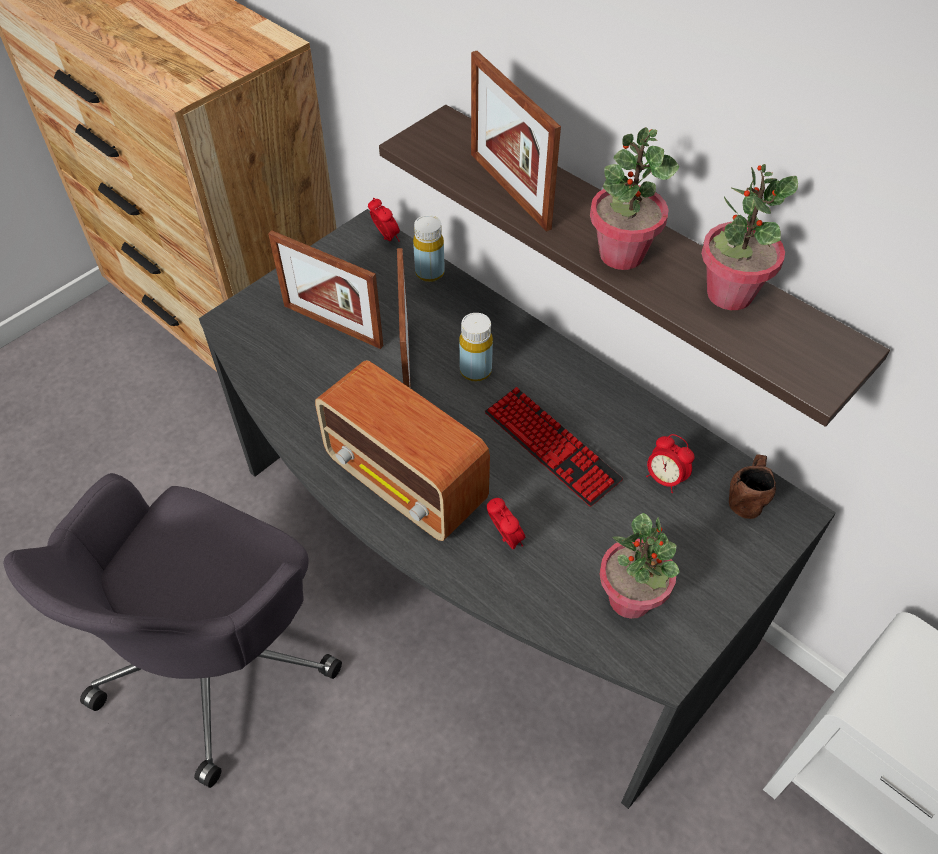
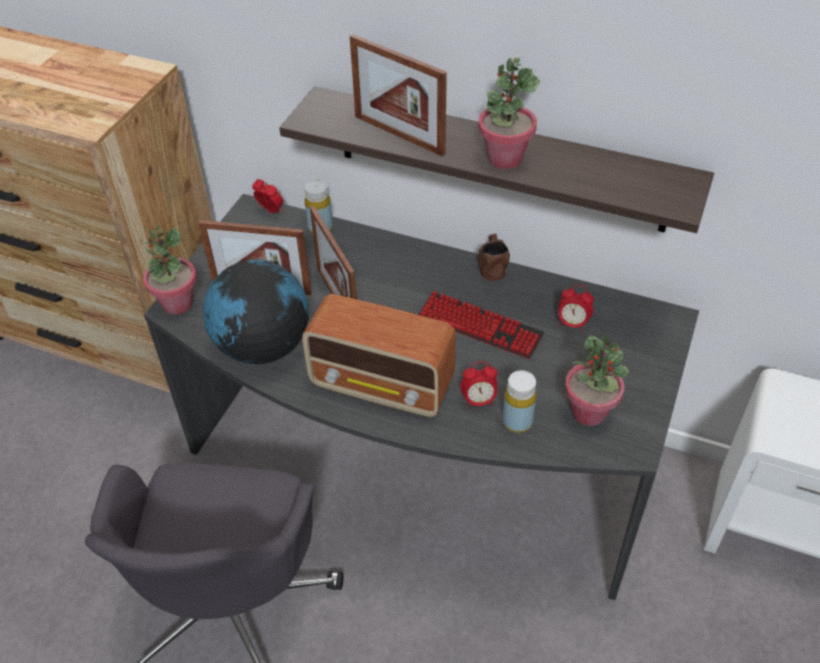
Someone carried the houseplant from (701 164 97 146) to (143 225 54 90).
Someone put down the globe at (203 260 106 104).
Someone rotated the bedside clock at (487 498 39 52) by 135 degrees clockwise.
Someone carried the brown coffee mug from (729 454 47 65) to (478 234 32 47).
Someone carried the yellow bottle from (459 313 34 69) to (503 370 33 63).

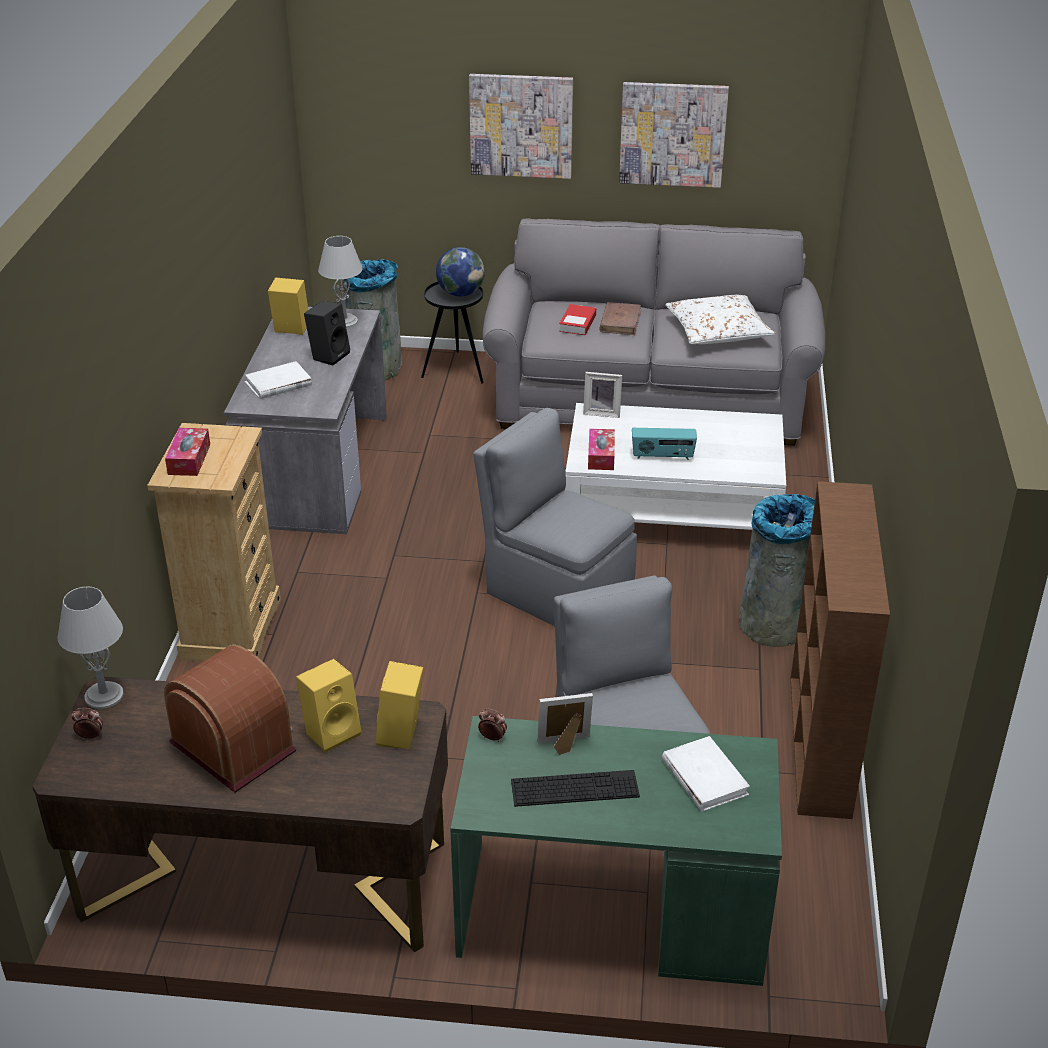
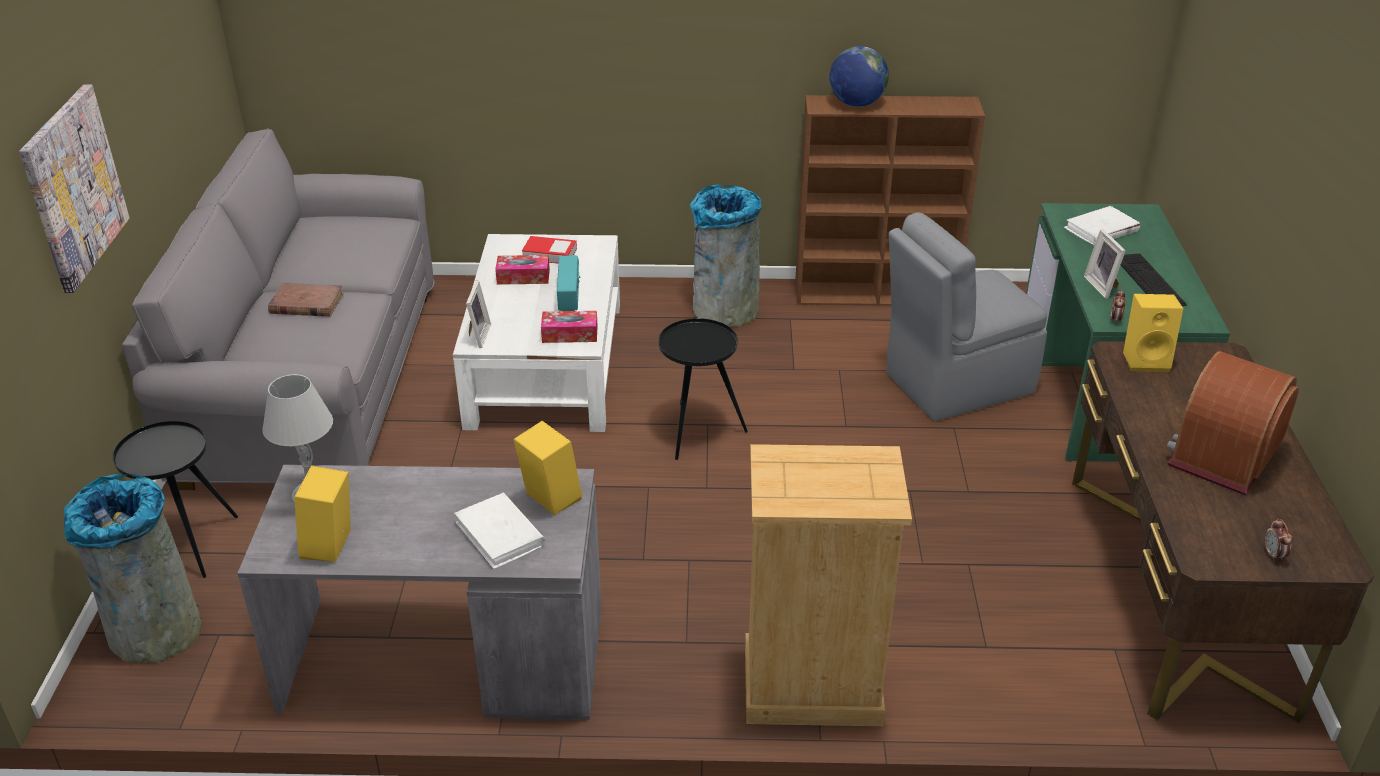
Someone carried the tissue box from (165 428 45 48) to (495 255 55 30).
Someone carried the yellow speaker from (296 659 66 94) to (514 421 68 94).
Someone carried the volume from (559 304 37 31) to (522 236 55 28).
Someone swapped the greyish chair at (473 408 164 218) for the black-coloured accent table at (658 318 90 142).
Someone carried the globe from (436 247 49 50) to (829 46 60 61).
Someone took away the greyish lamp for a table at (57 587 66 122).
Someone took away the black-coloured speaker at (304 301 46 65).
Someone took away the wall art at (619 82 110 106).
Someone took away the whitish throw pillow at (665 295 111 49).

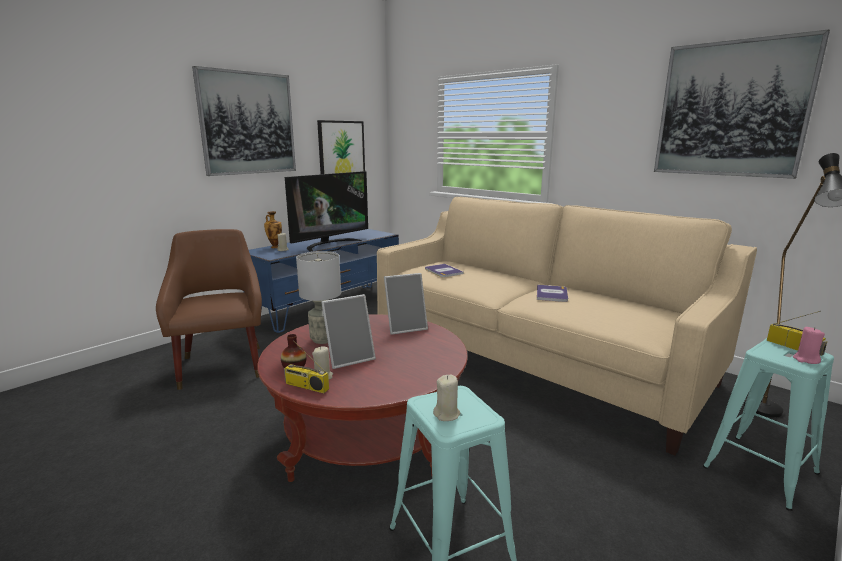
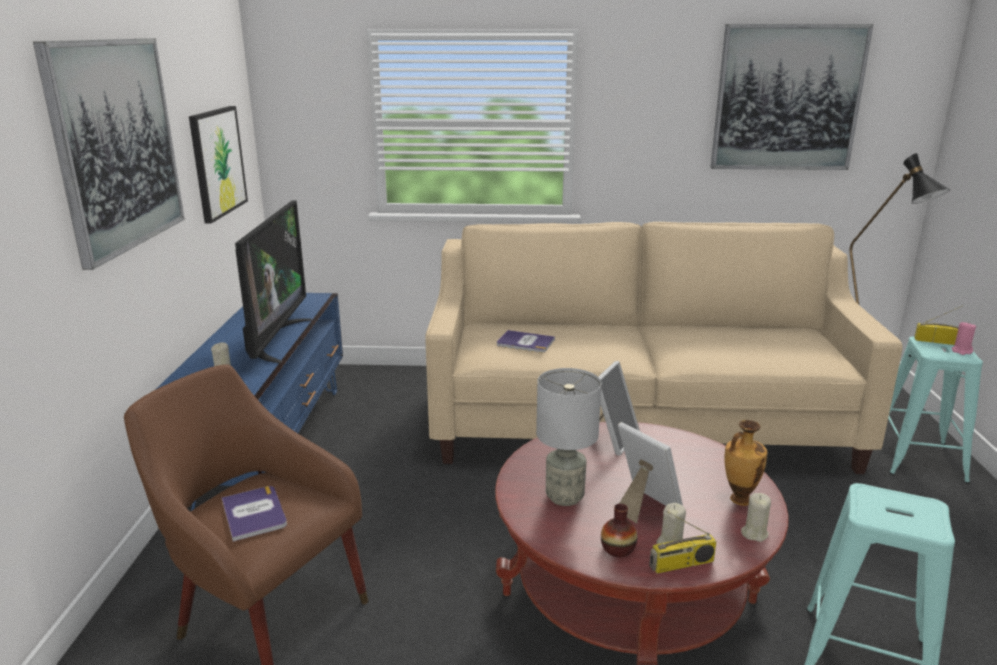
Someone carried the volume from (537 285 31 17) to (222 486 65 56).
Someone rotated the picture frame at (321 294 55 75) by 60 degrees counterclockwise.
Someone carried the flower vase from (264 211 18 37) to (724 420 43 86).
Someone carried the beige-coloured wax candle from (433 375 27 46) to (741 493 30 49).

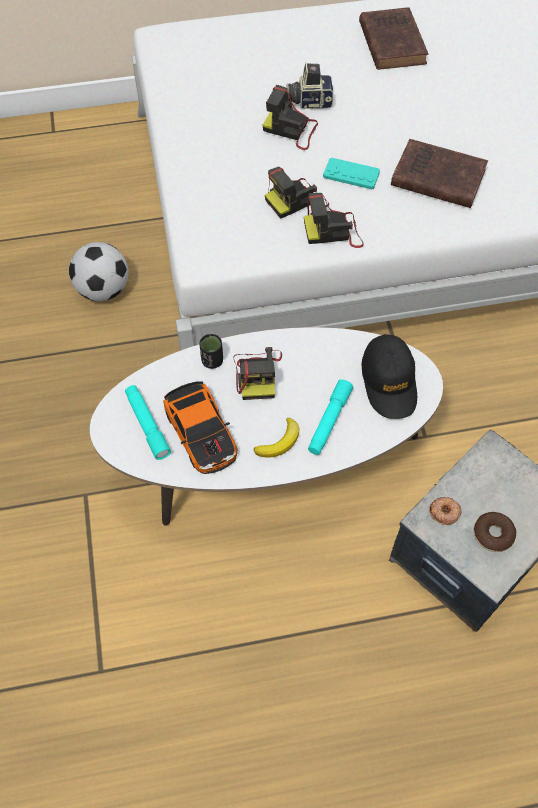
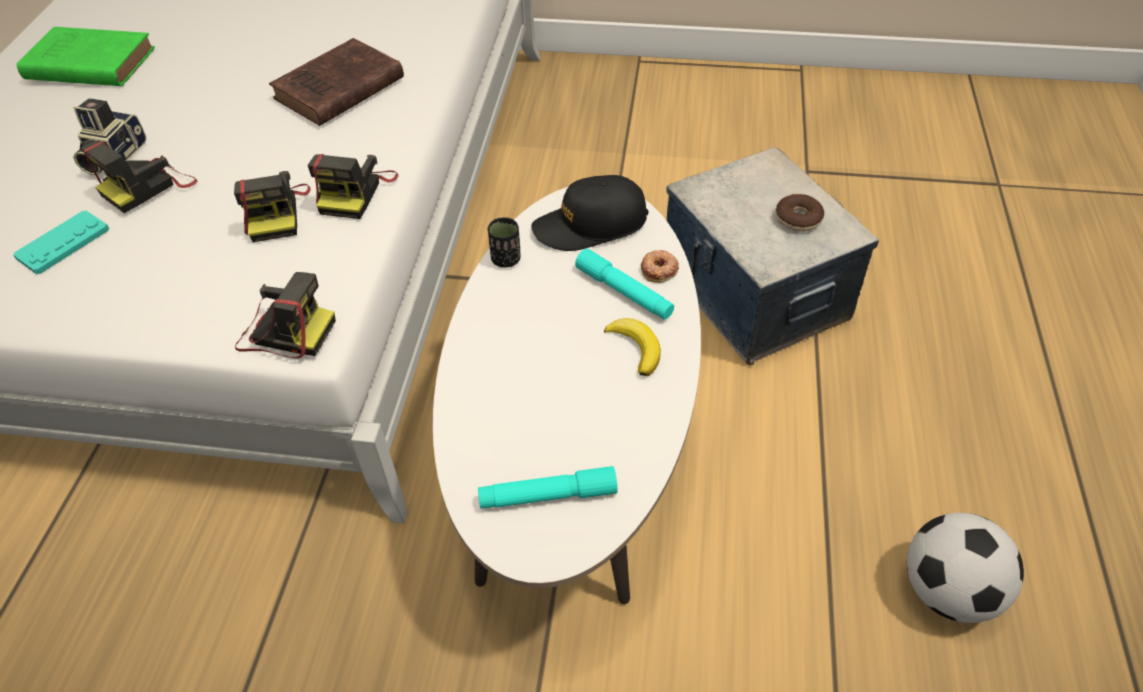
Someone carried the turquoise-coloured gamepad from (323 157 57 32) to (13 211 96 63).
Someone repainted the brown volume at (359 7 69 63), which became the green-coloured volume at (17 27 138 59).
Someone carried the photo camera from (233 347 49 53) to (235 272 101 86).
Someone carried the black-coloured small cup from (199 334 24 35) to (488 217 32 51).
Someone rotated the black-coloured baseball cap at (362 334 55 85) by 150 degrees clockwise.
Someone carried the ring doughnut from (429 497 33 28) to (641 250 38 33).
Someone carried the football ball from (69 242 60 59) to (907 513 117 110).
Someone took away the miniature car at (163 381 74 93).

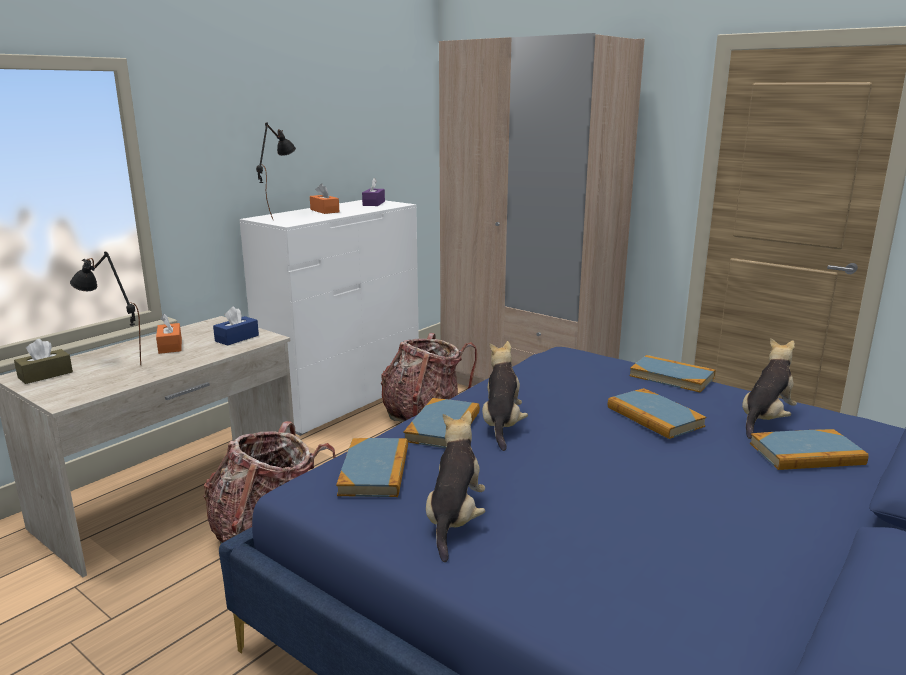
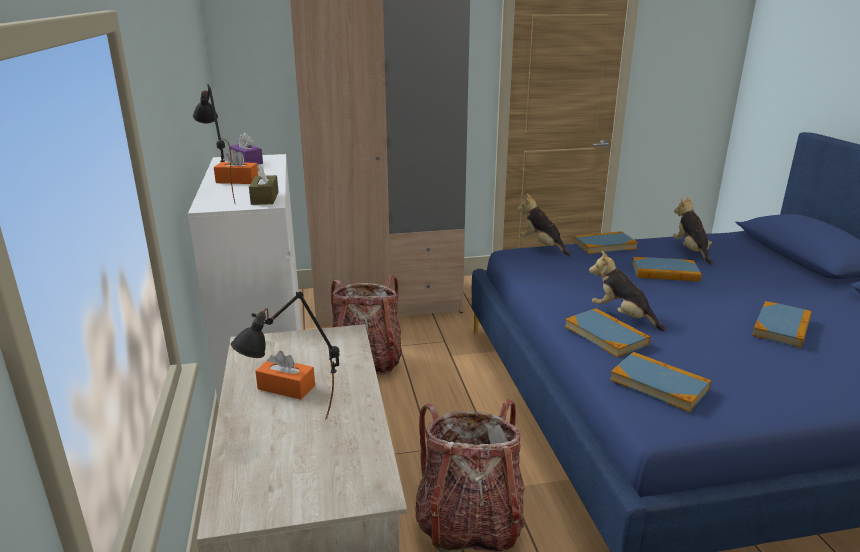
Someone carried the brown tissue box from (14 339 59 45) to (249 164 30 41).
Someone carried the cuddly toy from (426 411 59 151) to (517 194 55 63).
Someone carried the volume from (750 429 119 41) to (752 301 59 47).
Someone took away the blue tissue box at (213 306 46 40).

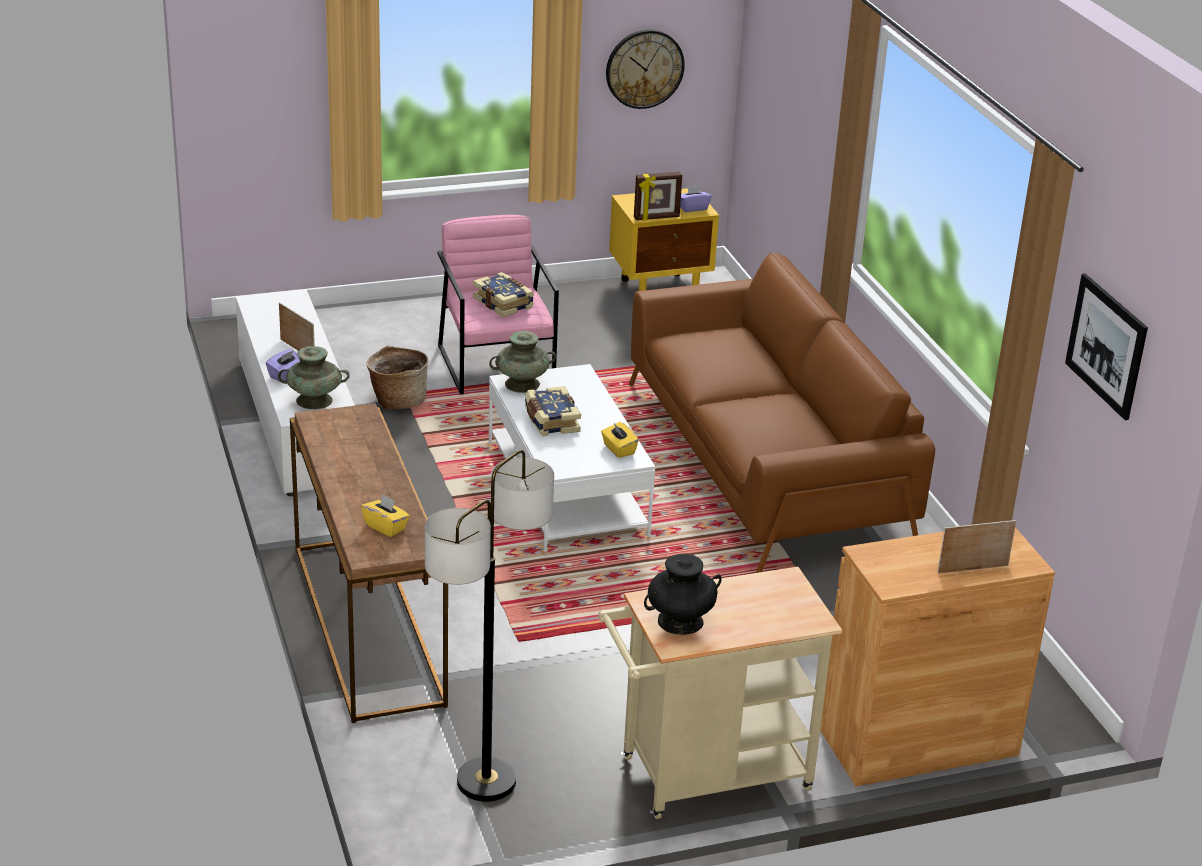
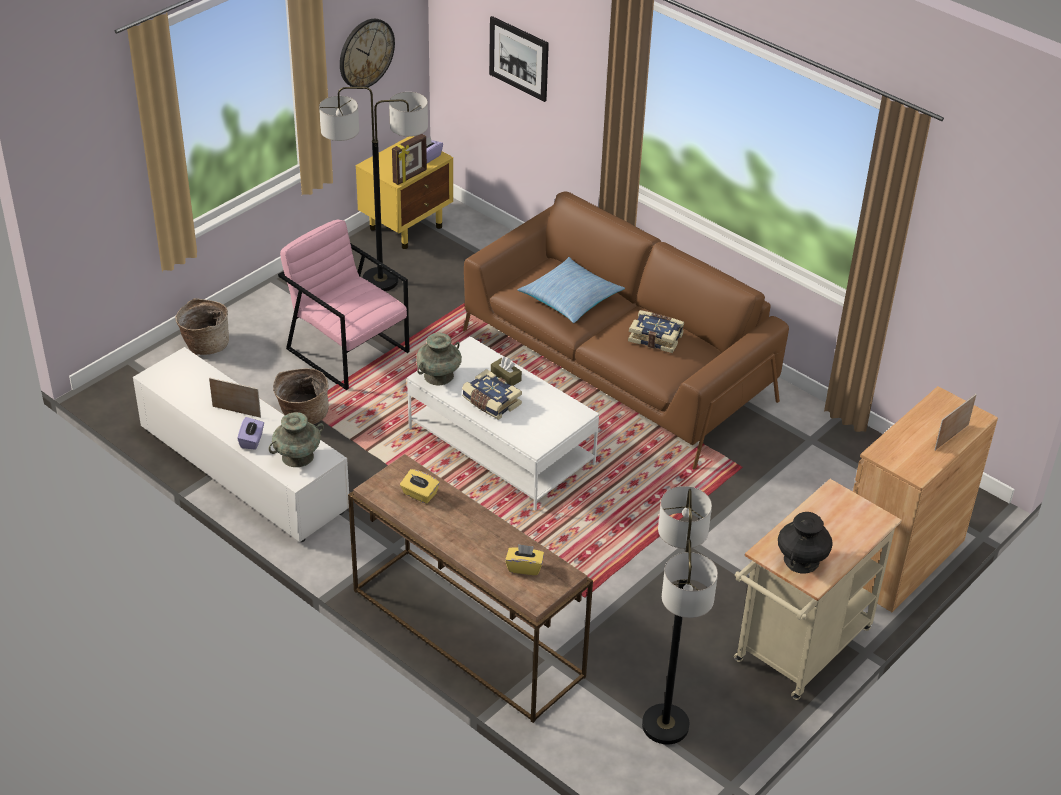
Someone put down the household basket at (176 298 53 57).
Someone put down the standing lamp at (319 87 109 204).
Someone carried the yellow tissue box from (601 422 38 36) to (400 469 40 35).
Someone carried the wall art from (1065 273 83 147) to (489 16 60 86).
Someone put down the brown tissue box at (491 357 31 29).
Someone put down the throw pillow at (518 257 107 66).
Someone carried the volume from (473 272 61 45) to (628 310 56 43).

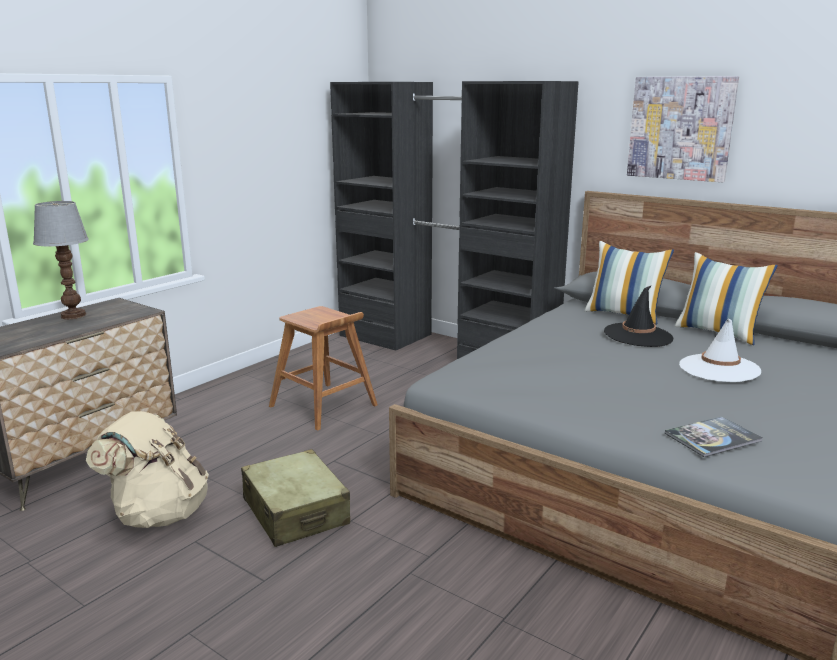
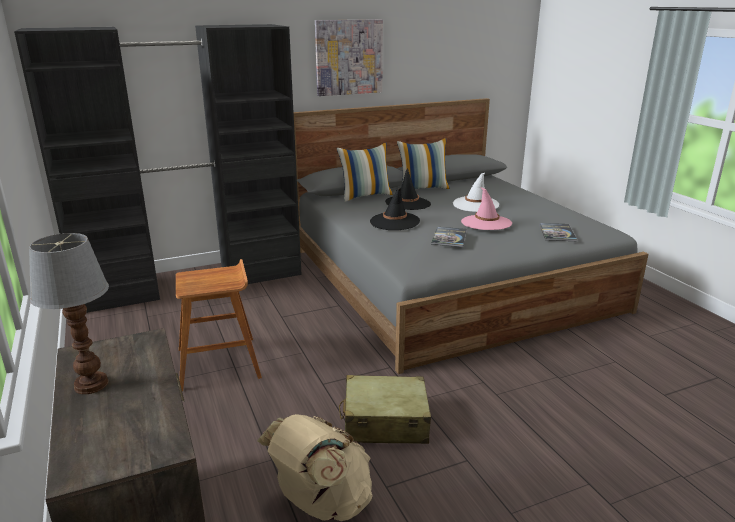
Someone put down the black-coloured hat at (370 188 50 42).
Someone put down the volume at (431 227 36 20).
Someone put down the pink hat at (461 187 51 43).

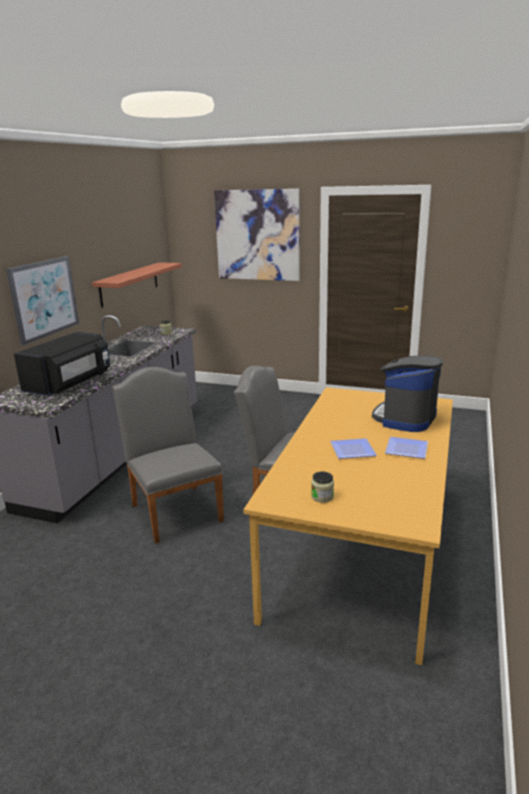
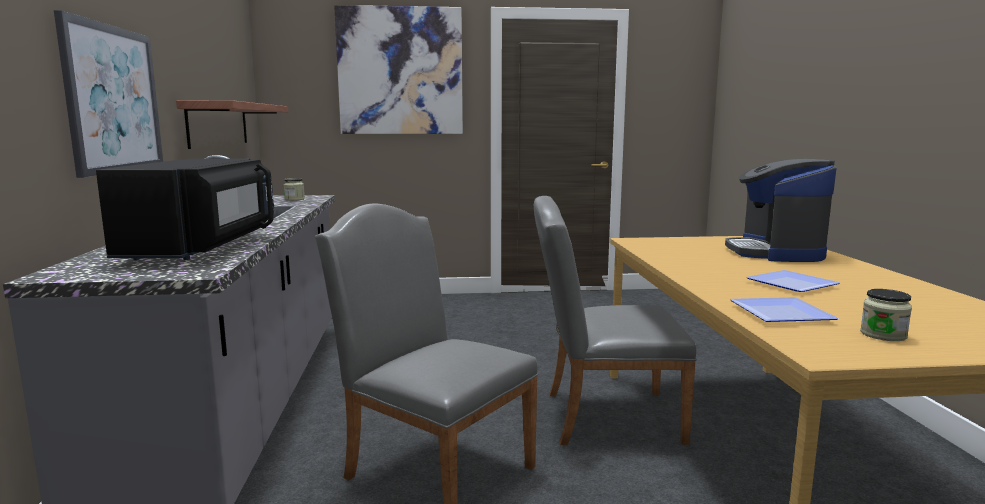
Someone carried the dinner plate from (385 437 43 22) to (730 297 109 25).

